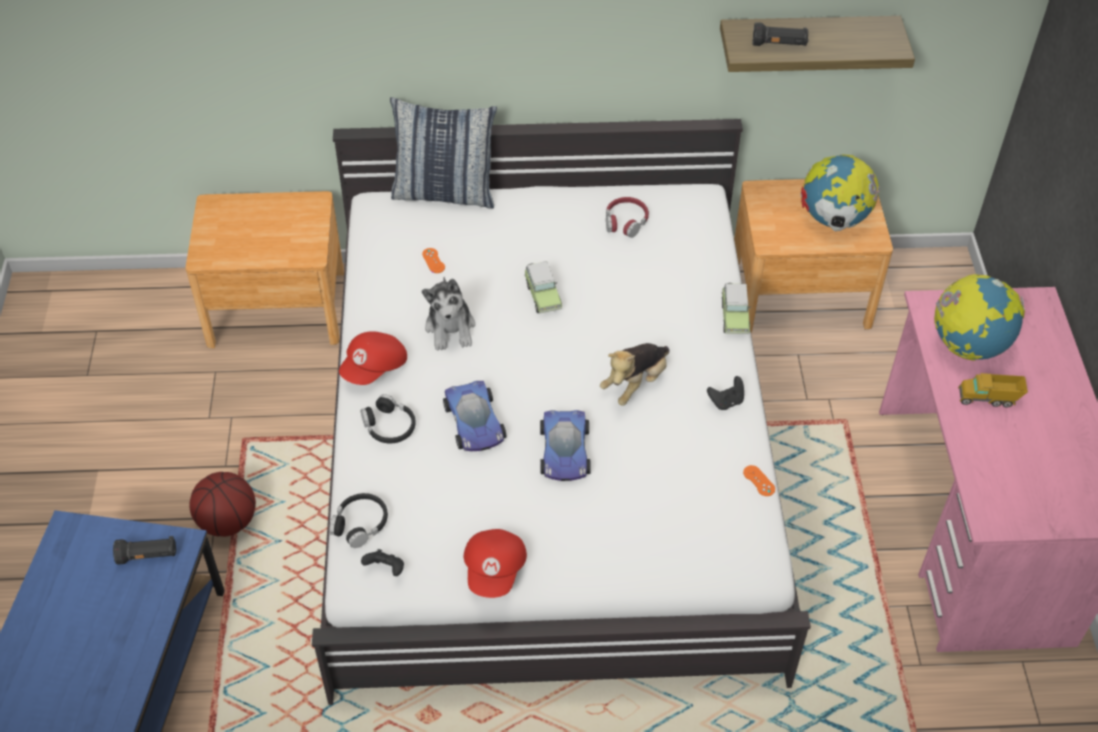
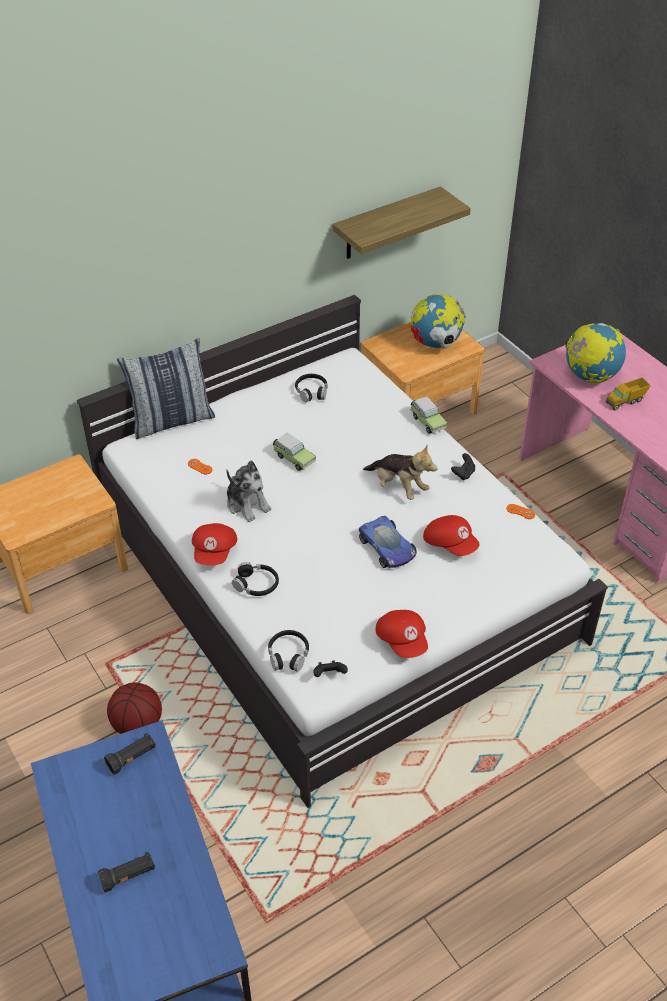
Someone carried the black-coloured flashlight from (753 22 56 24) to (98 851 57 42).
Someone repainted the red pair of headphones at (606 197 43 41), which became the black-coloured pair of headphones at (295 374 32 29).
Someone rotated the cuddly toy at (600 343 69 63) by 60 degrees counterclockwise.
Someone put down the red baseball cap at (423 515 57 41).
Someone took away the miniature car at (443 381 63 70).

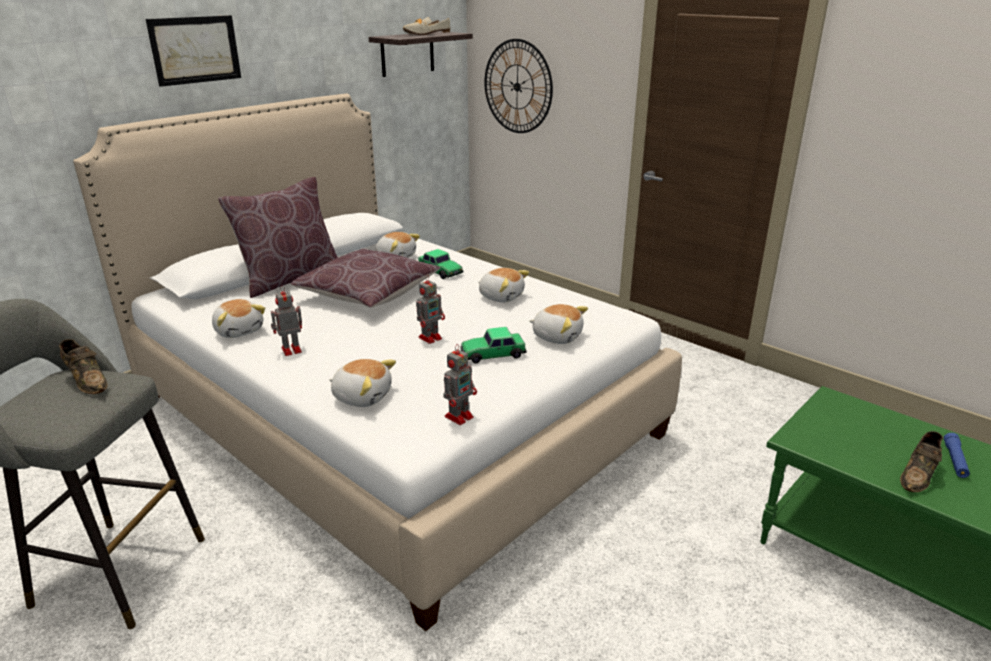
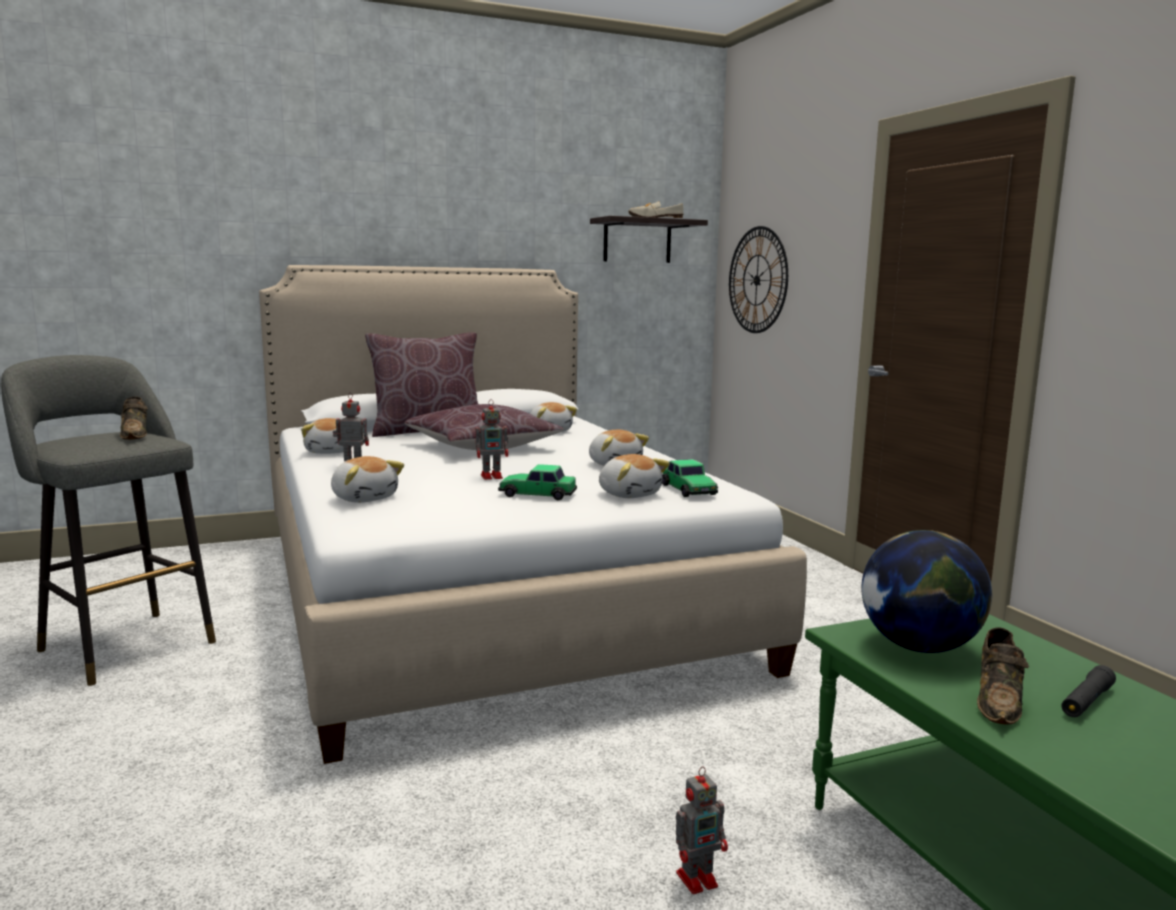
Someone carried the miniature car from (418 249 45 30) to (662 459 56 38).
Someone carried the model robot from (443 344 34 81) to (676 766 52 128).
Someone put down the globe at (861 530 131 123).
Someone rotated the brown item of footwear at (900 431 43 61) by 45 degrees counterclockwise.
Someone repainted the blue flashlight at (944 433 26 45), which became the black-coloured flashlight at (1062 665 54 52).
Someone took away the wall art at (146 15 95 72).

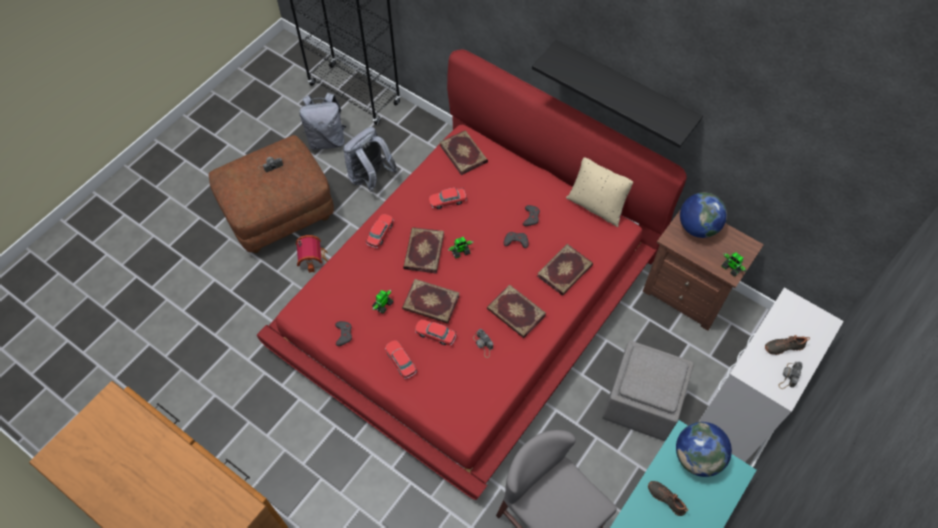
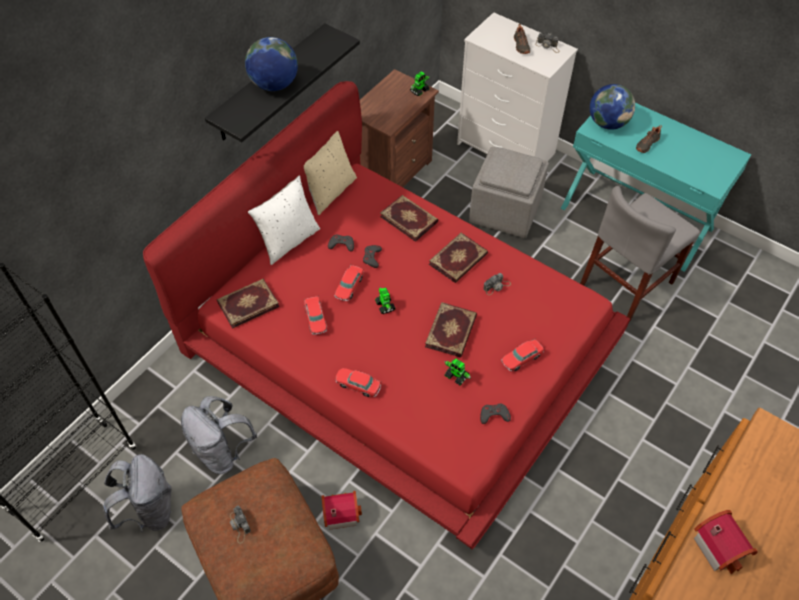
Someone carried the globe from (680 192 47 46) to (245 37 53 54).
Someone put down the whitish throw pillow at (248 175 72 90).
Someone carried the miniature car from (415 319 41 26) to (335 265 29 36).
Someone put down the model house at (694 510 64 64).
Someone took away the volume at (403 227 41 47).

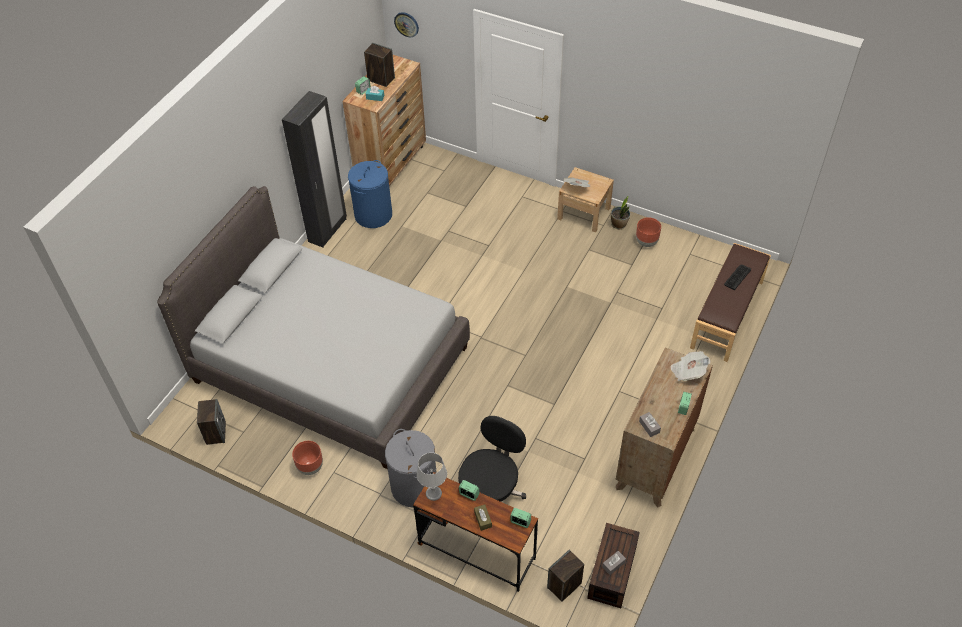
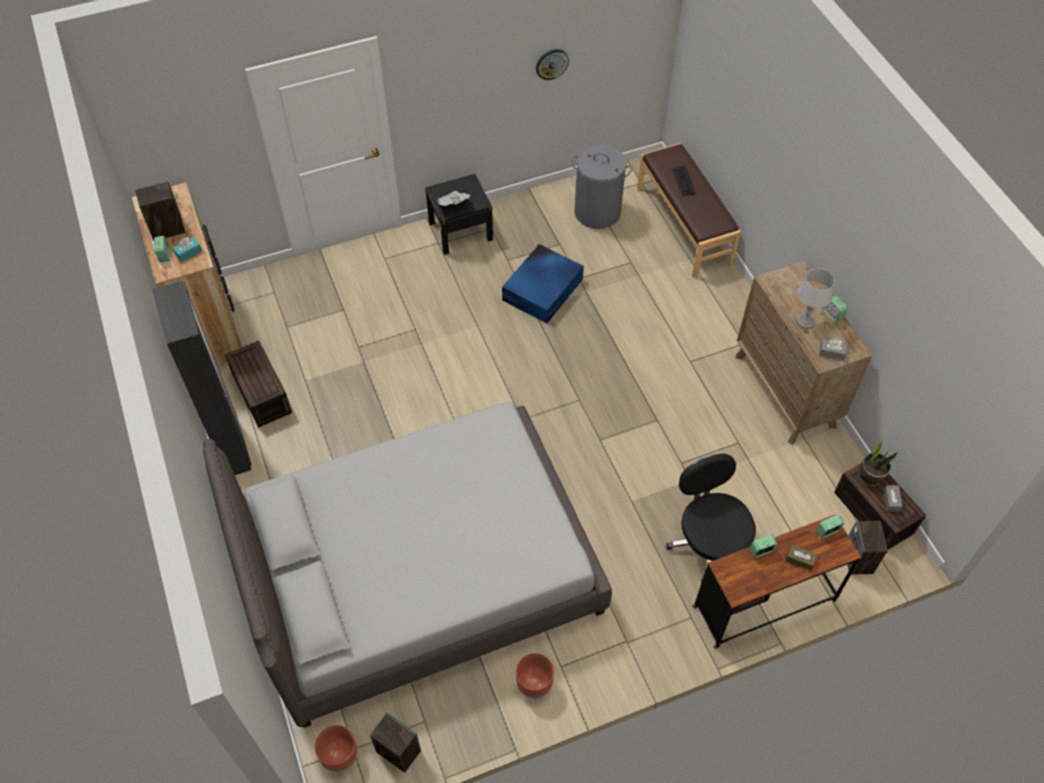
Someone swapped the blue washing basket at (348 160 44 68) for the brown storage box at (225 340 67 88).
Someone carried the brown flower pot from (636 217 25 30) to (315 725 42 47).
Someone repainted the beige-coloured nightstand at (557 167 57 66), which became the black-coloured nightstand at (425 174 68 81).
Someone put down the blue storage box at (502 244 82 79).
Someone carried the hanging clock from (394 12 25 26) to (536 49 33 31).
Someone carried the greyish washing basket from (385 429 52 78) to (572 145 60 84).
Someone carried the greyish lamp for a table from (416 453 31 48) to (797 269 38 60).
Someone carried the houseplant from (611 196 19 33) to (858 439 40 47).
Someone took away the newspaper at (670 351 40 30).

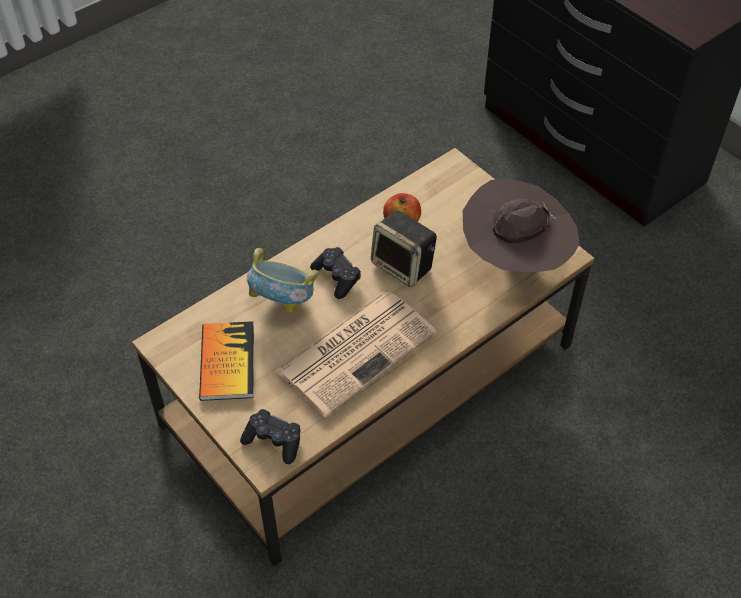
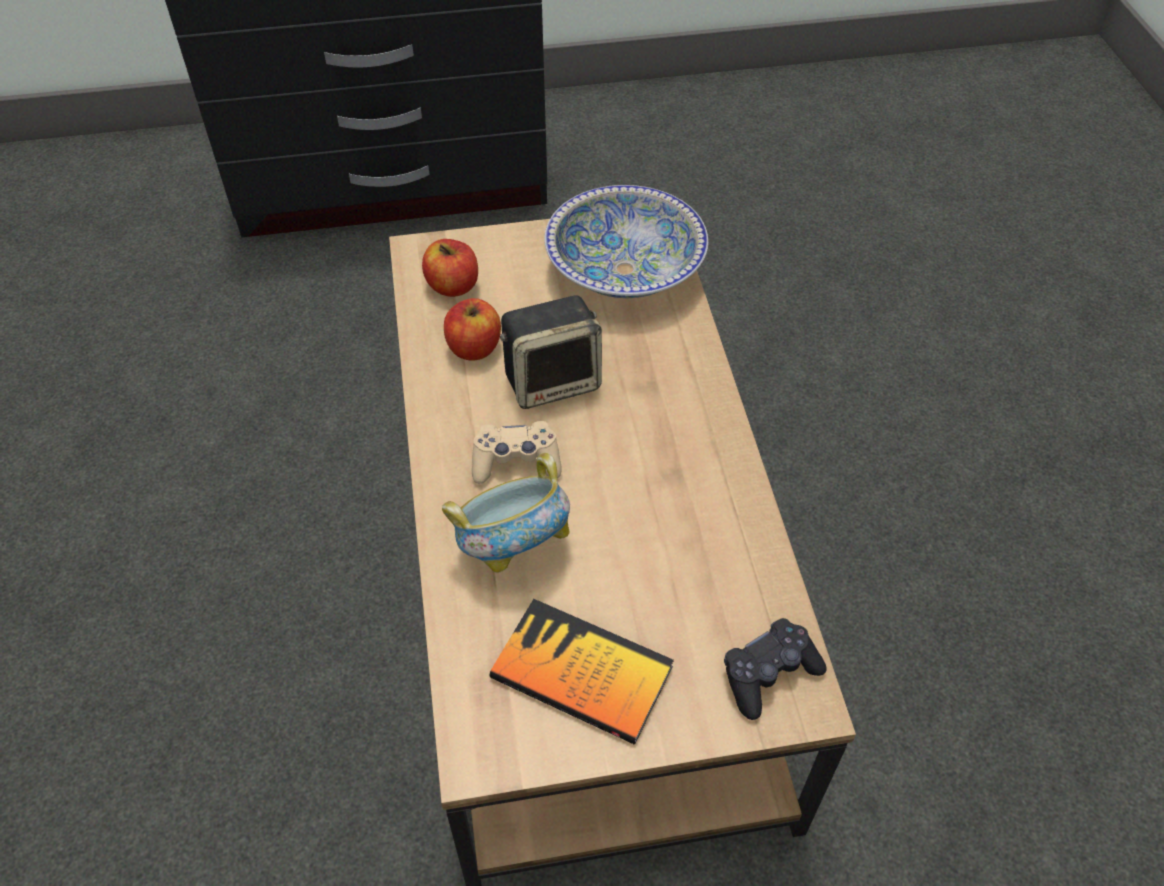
Someone put down the whole apple at (422 239 56 58).
Someone repainted the black-coloured gamepad at (310 247 51 52), which became the beige-coloured gamepad at (472 421 90 63).
Someone swapped the brown hat at (463 179 117 93) for the serving bowl at (544 185 164 113).
Someone took away the newspaper at (274 291 163 126).

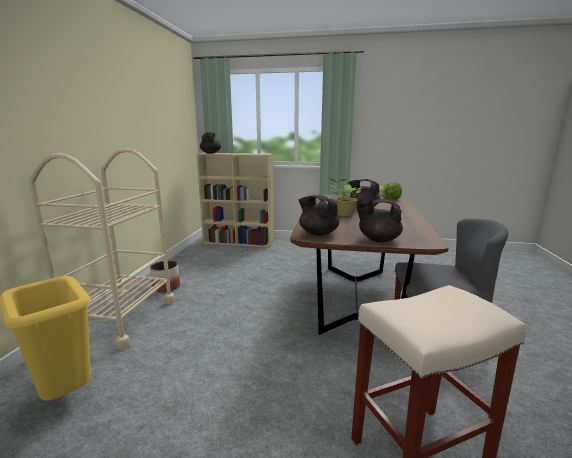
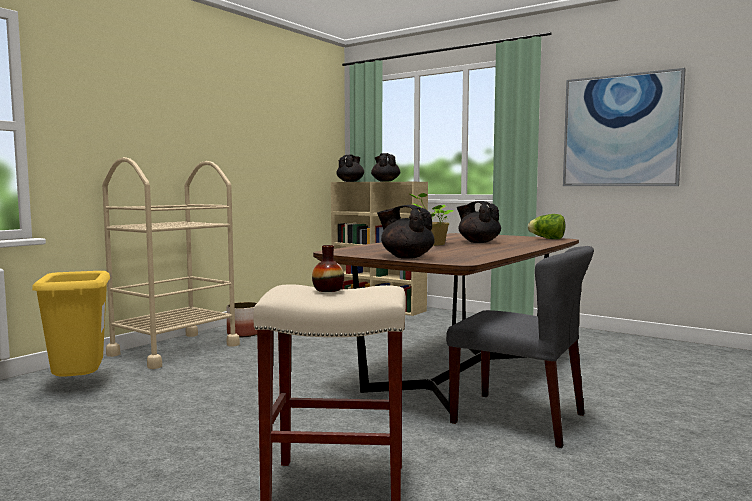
Someone put down the flower vase at (312 245 32 47).
Someone carried the black-coloured tea pot from (299 195 40 41) to (371 153 29 29).
Someone put up the wall art at (563 68 123 118).

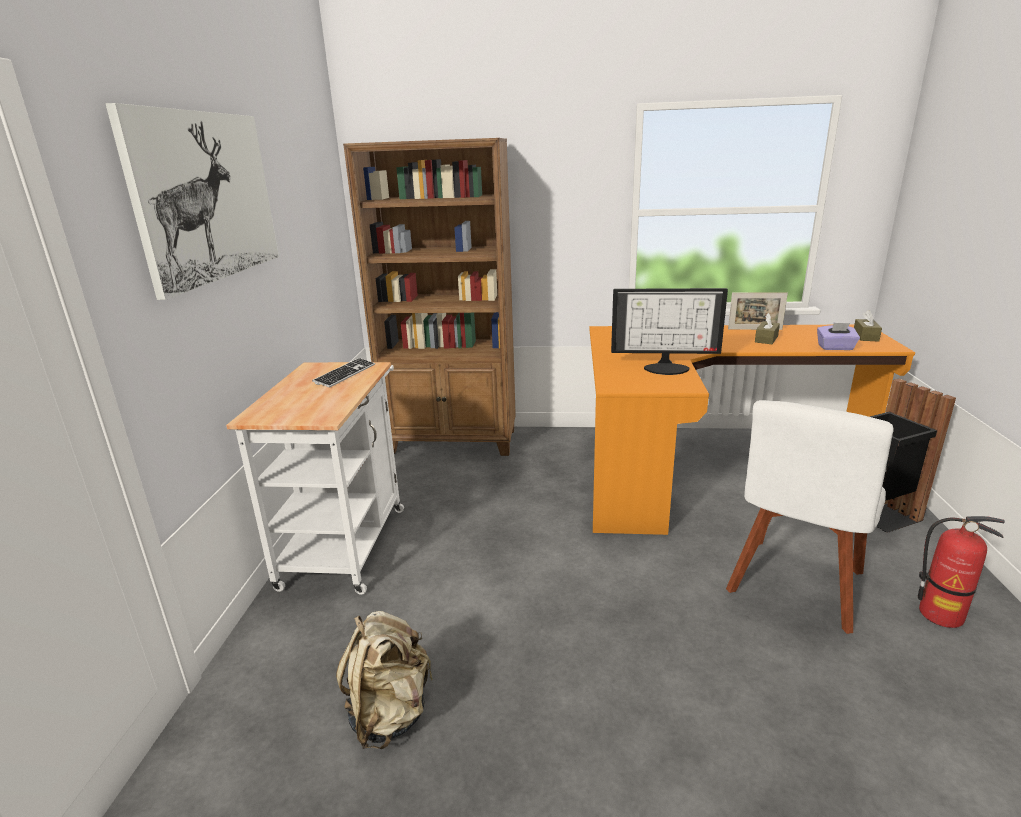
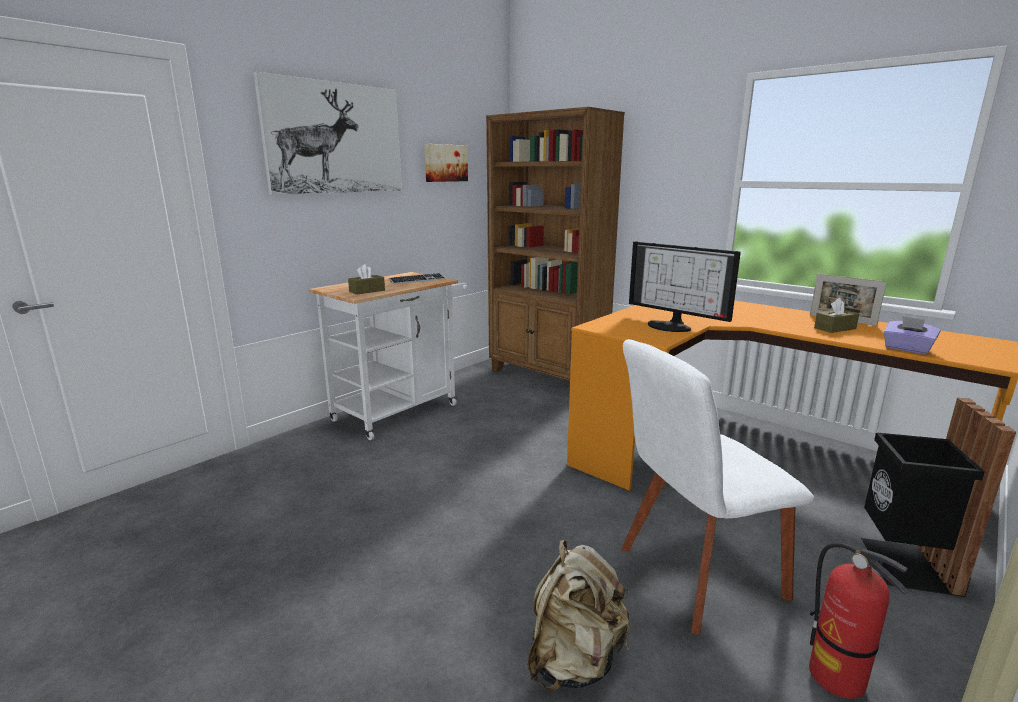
Someone carried the brown tissue box from (854 310 28 31) to (348 264 37 31).
Someone put up the wall art at (424 144 44 38).
Someone carried the beige-coloured backpack from (336 611 97 138) to (527 540 103 151).

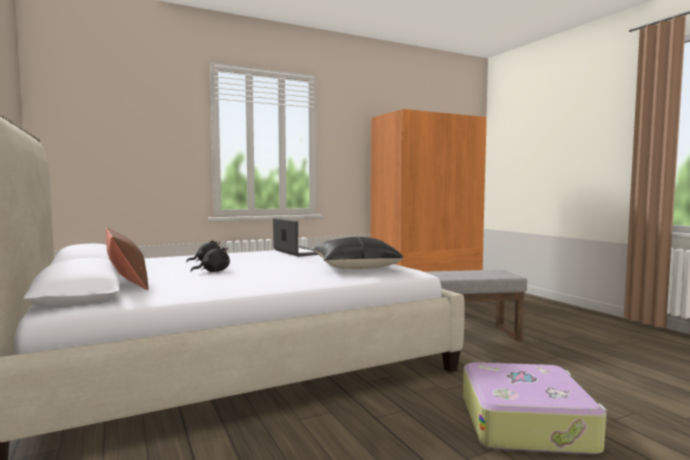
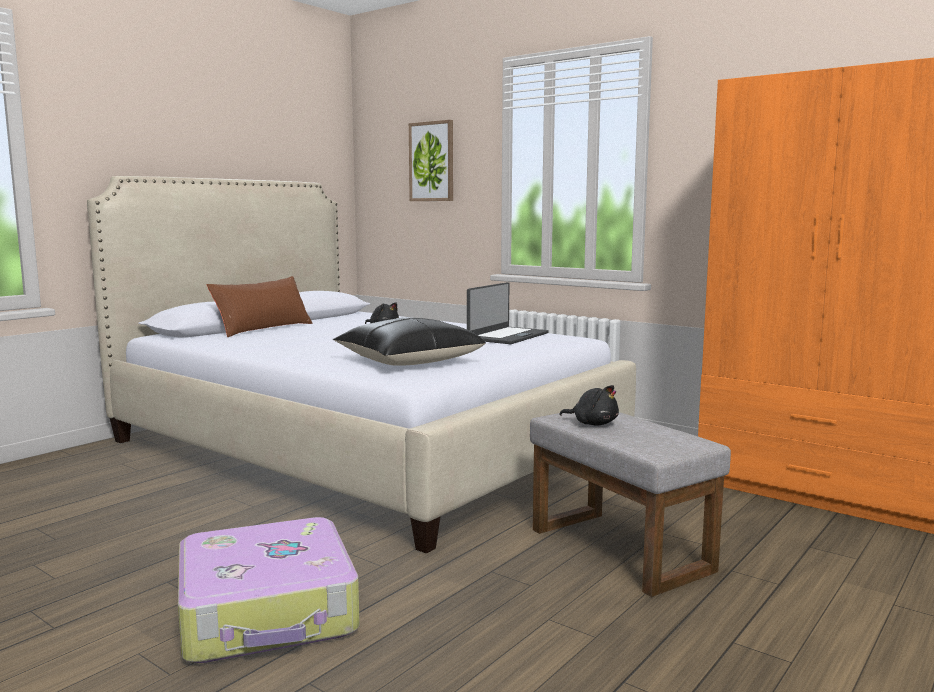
Someone put up the wall art at (409 120 44 81).
Someone carried the black-coloured cuddly toy from (191 246 39 26) to (560 385 59 40).

